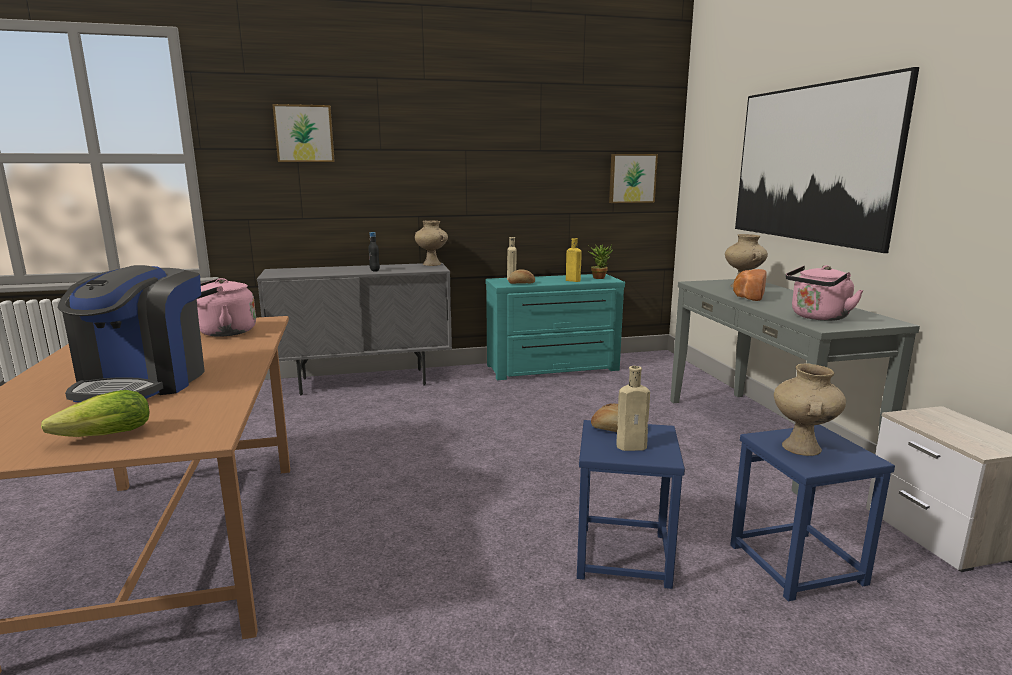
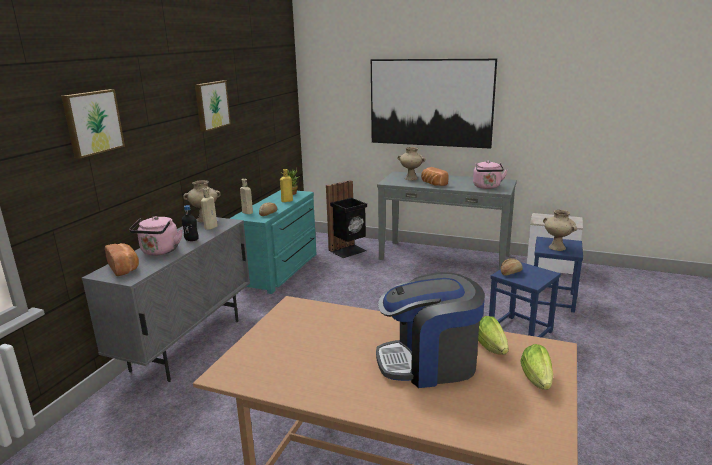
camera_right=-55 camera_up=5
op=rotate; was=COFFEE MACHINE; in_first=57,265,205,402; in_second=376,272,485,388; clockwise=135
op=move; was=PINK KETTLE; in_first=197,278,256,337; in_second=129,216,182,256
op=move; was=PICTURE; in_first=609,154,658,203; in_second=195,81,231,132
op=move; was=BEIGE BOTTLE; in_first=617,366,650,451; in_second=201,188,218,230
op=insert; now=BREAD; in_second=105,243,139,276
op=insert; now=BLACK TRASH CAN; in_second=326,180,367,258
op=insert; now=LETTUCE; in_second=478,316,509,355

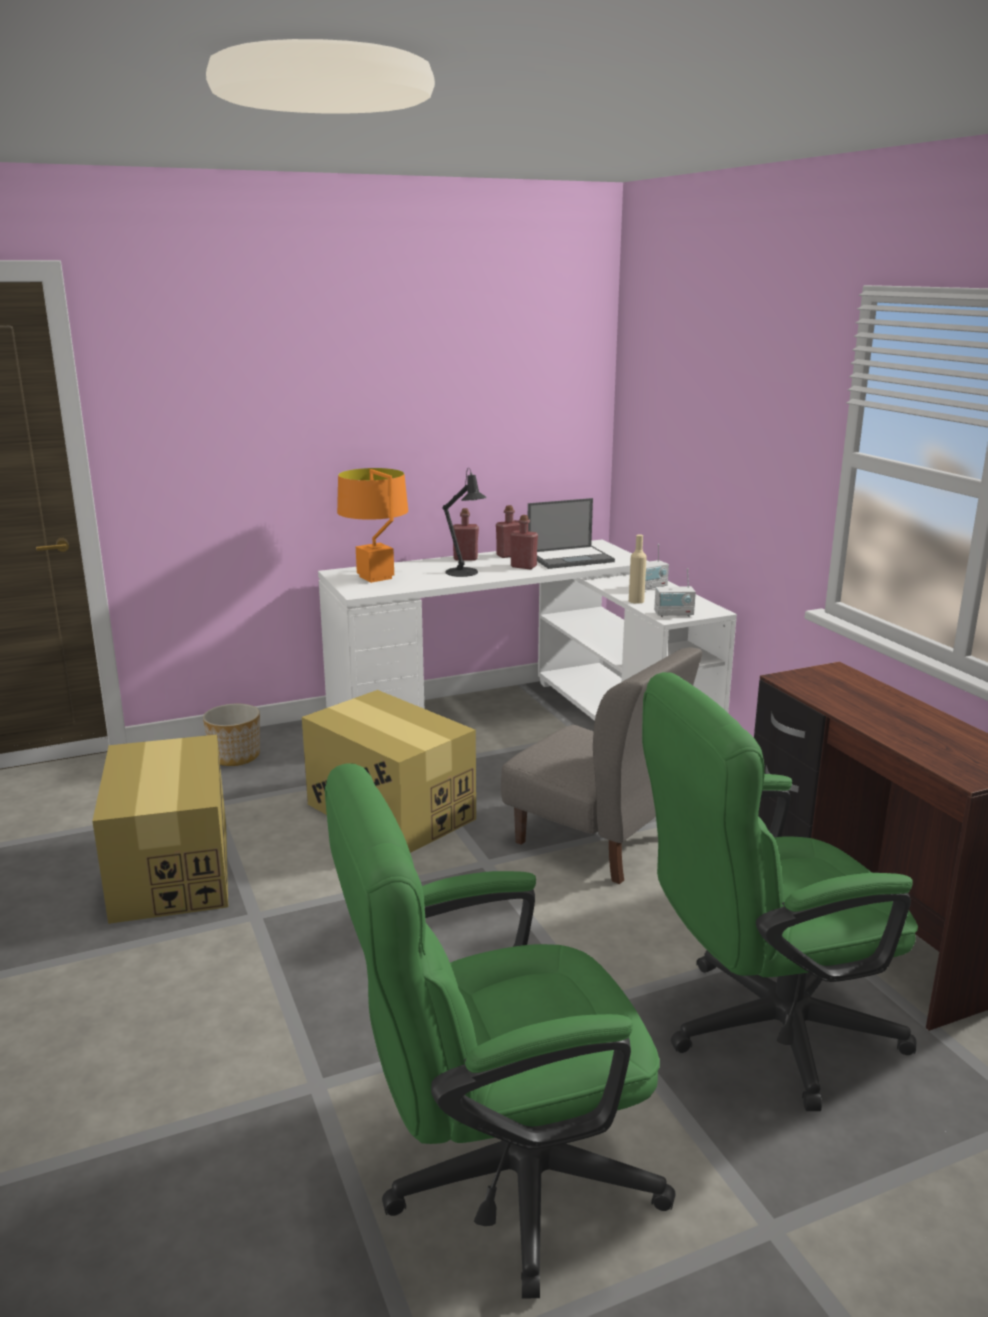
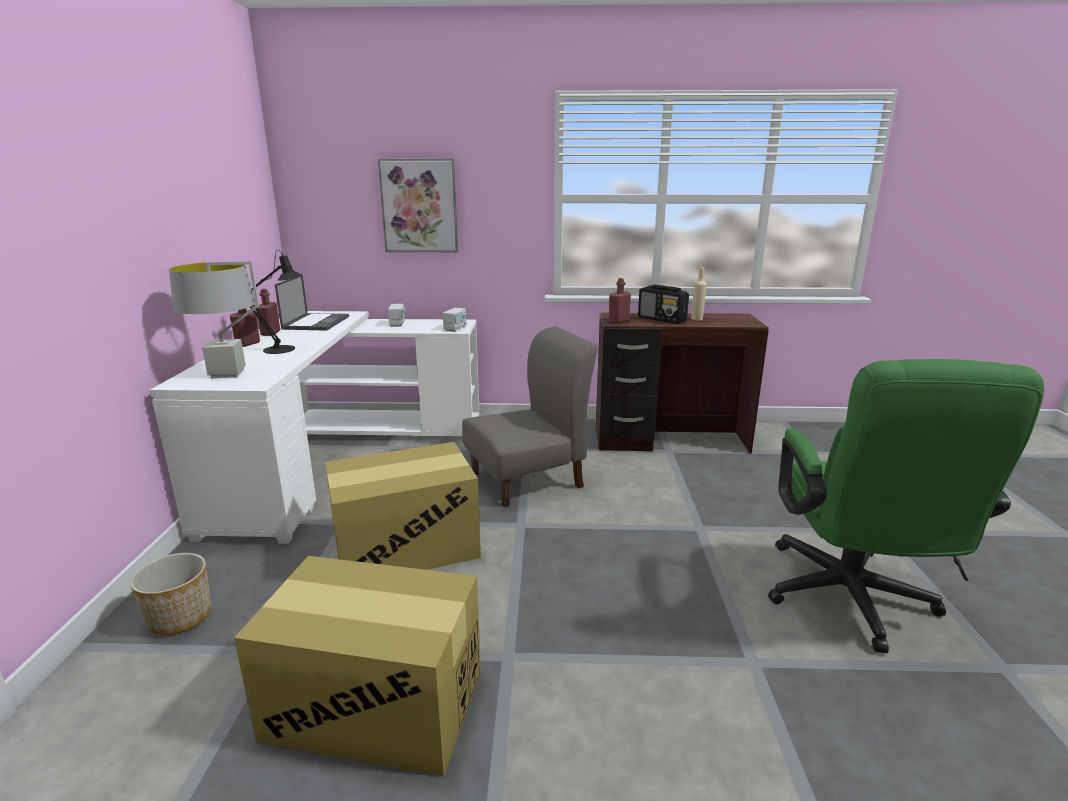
camera_right=-65 camera_up=0
op=recolor; was=ORANGE TABLE LAMP; now=GREY TABLE LAMP; in_first=337,468,408,583; in_second=169,261,259,379
op=move; was=RED BOTTLE; in_first=510,515,538,569; in_second=609,278,631,324
op=move; was=BEIGE BOTTLE; in_first=629,534,647,604; in_second=691,267,706,320
op=delete; was=GREEN OFFICE CHAIR; in_first=642,672,918,1111
op=insert; now=PICTURE; in_second=378,158,458,252
op=insert; now=RADIO; in_second=638,285,689,324

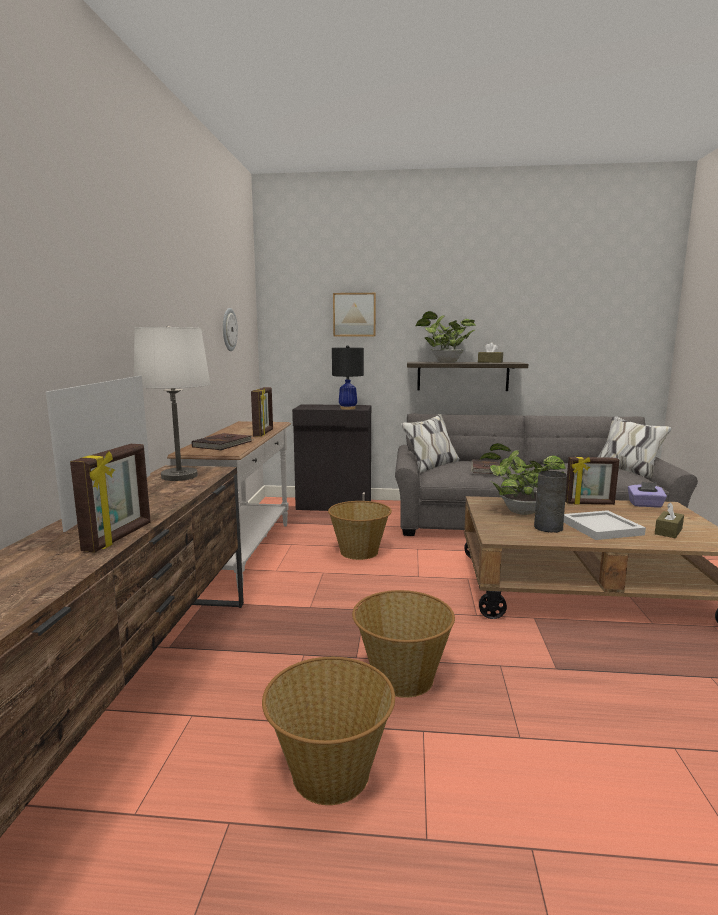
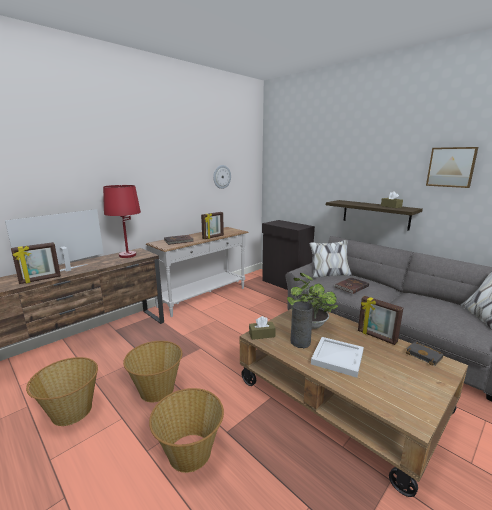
camera_right=40 camera_up=5
op=recolor; was=WHITE TABLE LAMP; now=RED TABLE LAMP; in_first=134,326,210,481; in_second=103,185,141,258
op=move; was=BASKET; in_first=328,501,392,560; in_second=149,388,224,473
op=delete; was=BLACK TABLE LAMP; in_first=332,345,364,410
op=move; was=PICTURE; in_first=333,293,376,337; in_second=426,147,478,188
op=delete; was=POTTED PLANT; in_first=415,311,476,363
op=replace; was=PURPLE TISSUE BOX; now=BLACK BOOK; in_first=628,482,667,508; in_second=406,342,443,366
op=move; was=BROWN TISSUE BOX; in_first=655,502,684,538; in_second=249,316,276,340

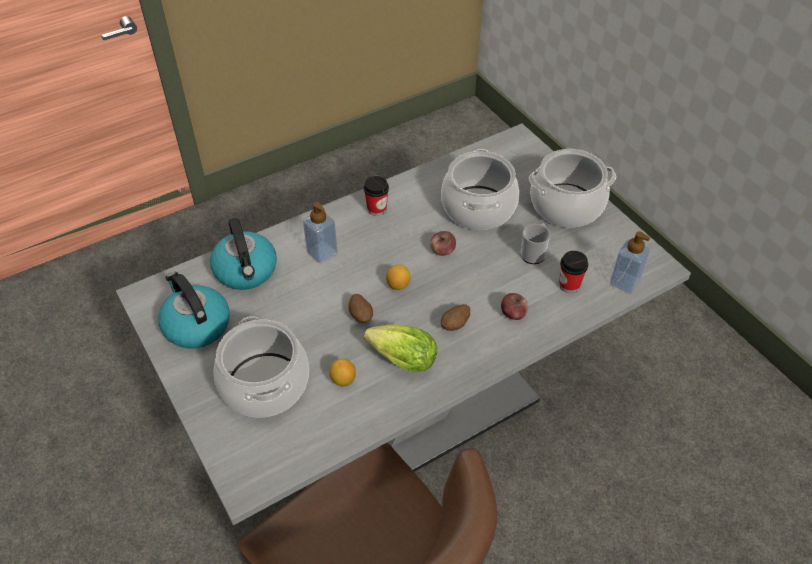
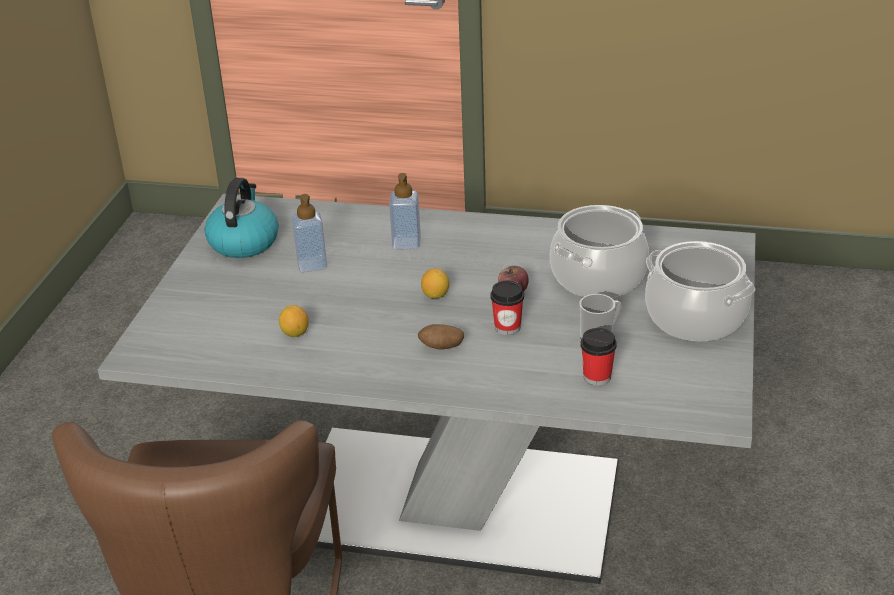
camera_right=45 camera_up=-15
op=delete; was=KETTLE; in_first=210,218,277,290
op=delete; was=COOKING POT; in_first=213,316,309,418
op=delete; was=POTATO; in_first=348,294,373,323
op=move; was=CUP; in_first=364,176,389,216; in_second=490,281,524,335
op=delete; was=LETTUCE; in_first=364,325,437,372
op=delete; was=APPLE; in_first=501,293,528,320
op=move; was=SOAP DISPENSER; in_first=610,232,650,294; in_second=292,194,327,272

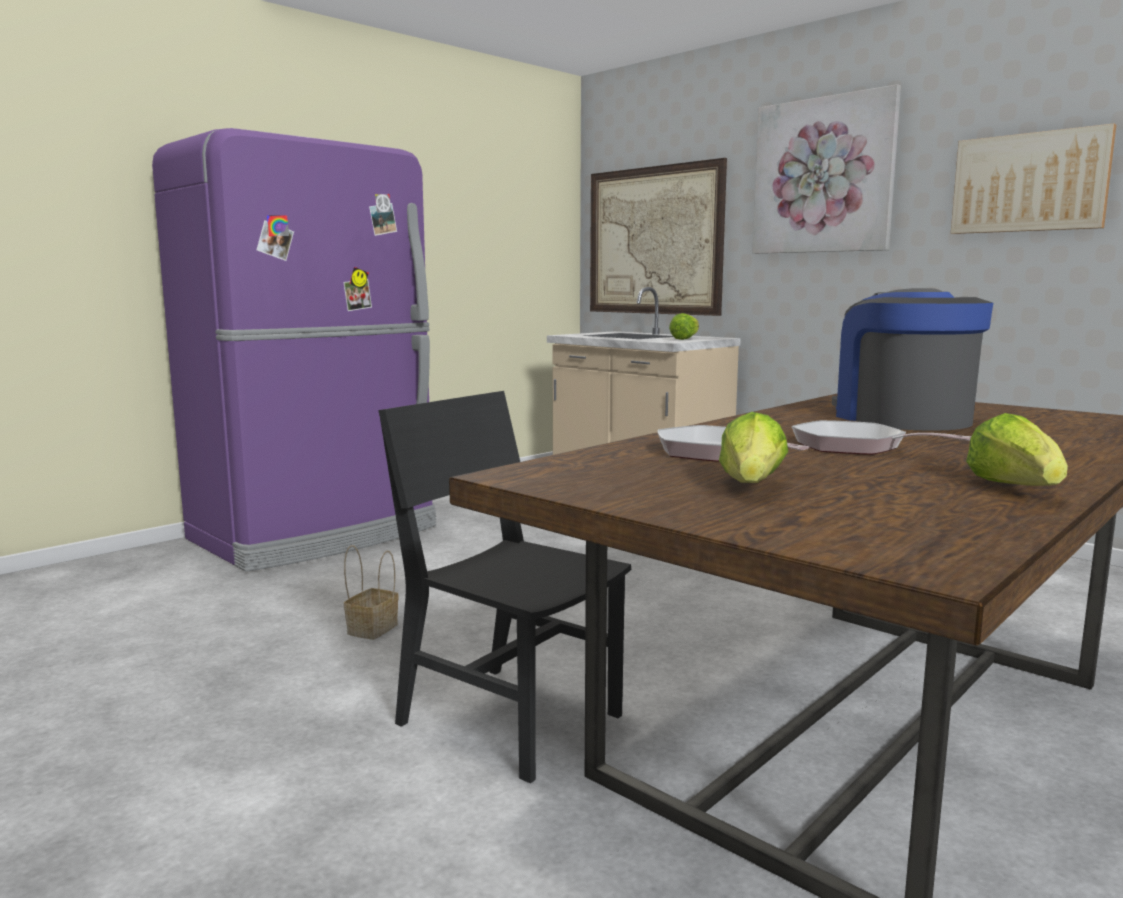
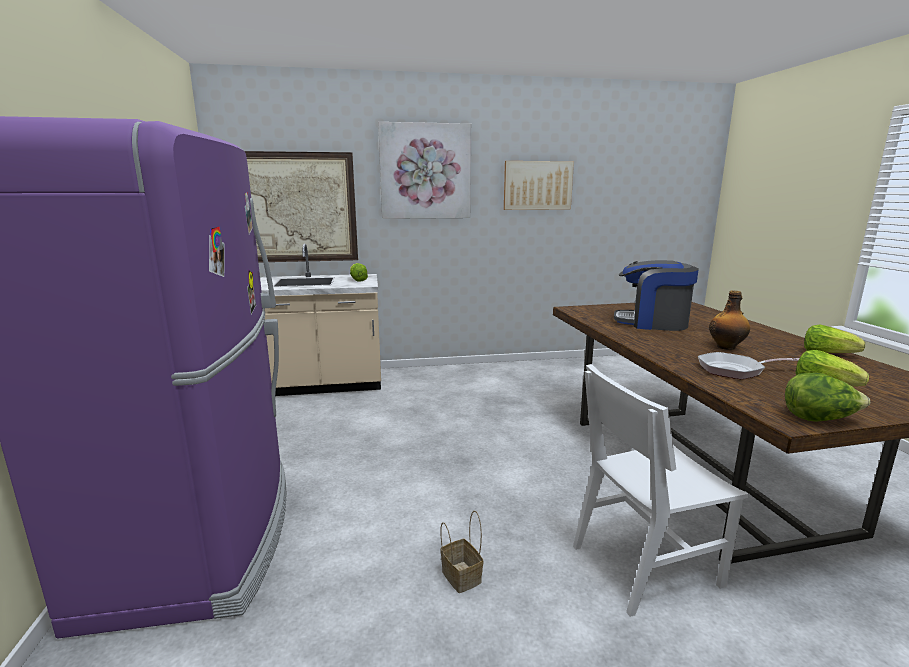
camera_right=-55 camera_up=5
op=recolor; was=BLACK CHAIR; now=WHITE CHAIR; in_first=378,391,631,784; in_second=573,364,749,617
op=replace; was=FRYING PAN; now=BOTTLE; in_first=792,420,971,455; in_second=709,290,750,350
op=insert; now=LETTUCE; in_second=785,373,870,422

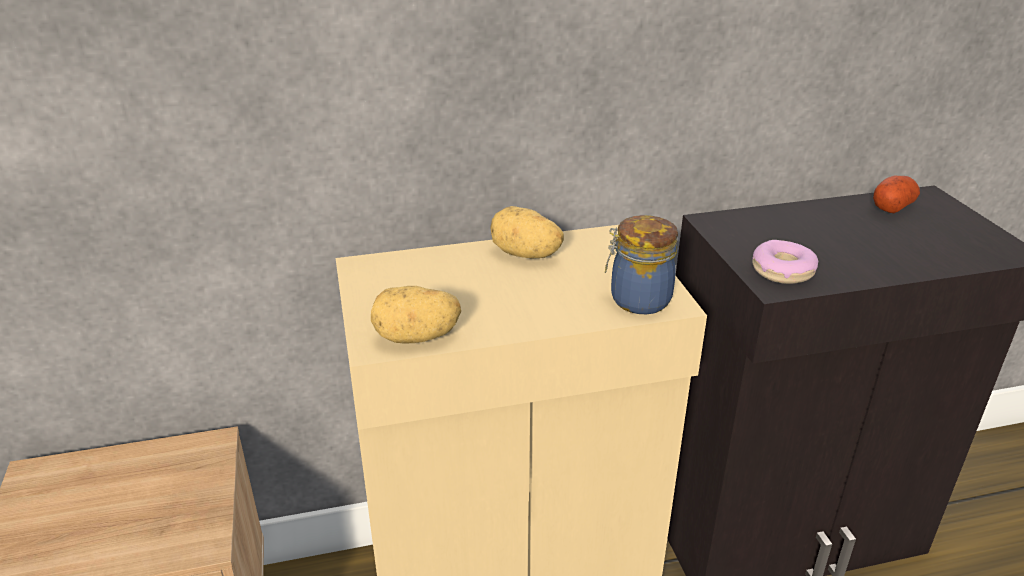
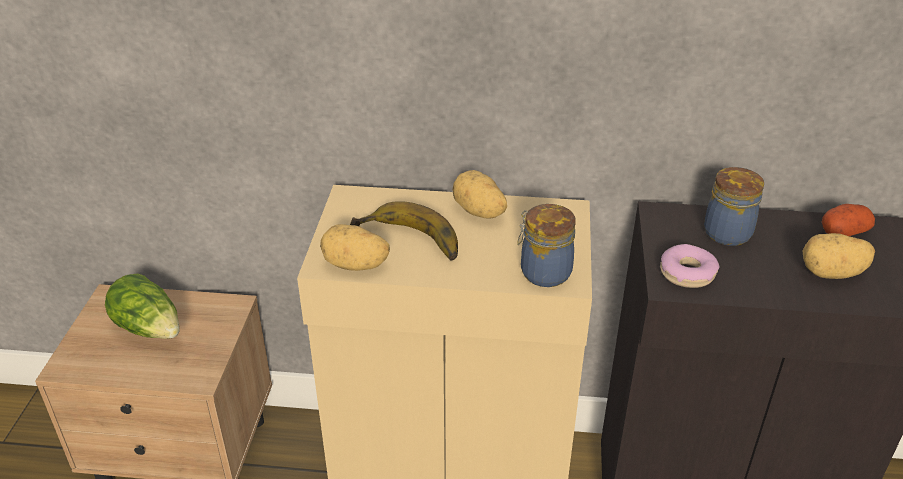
camera_right=20 camera_up=5
op=insert; now=LETTUCE; in_second=105,273,179,339
op=insert; now=BANANA; in_second=350,201,458,261
op=insert; now=JAR; in_second=704,167,764,246
op=insert; now=POTATO; in_second=802,233,875,279

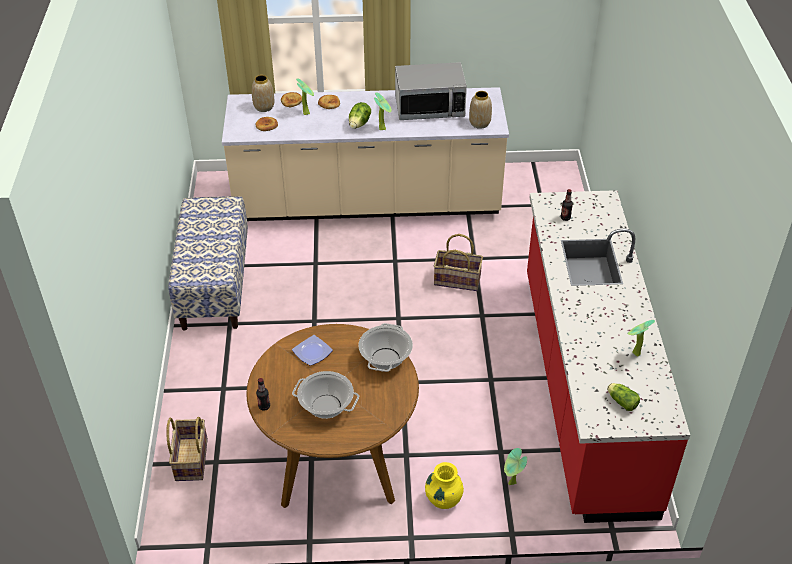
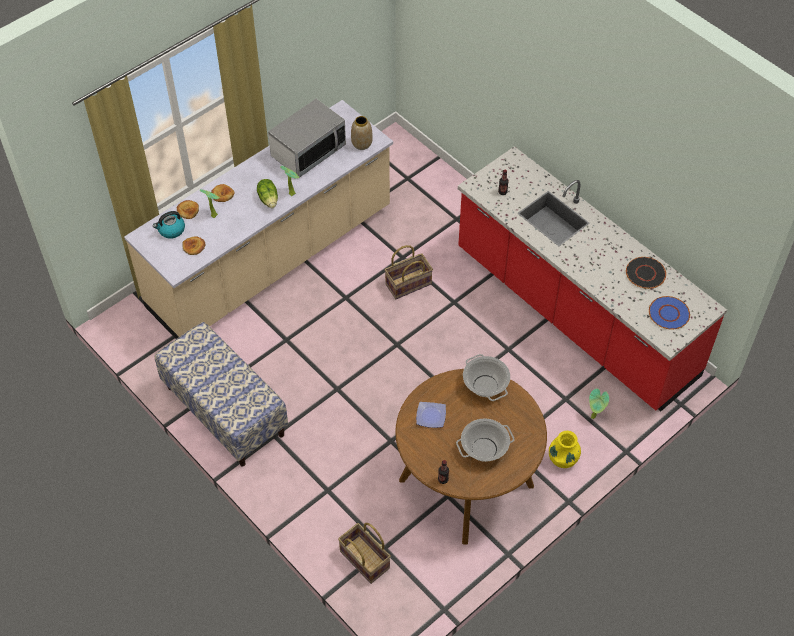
camera_right=-40 camera_up=10
op=replace; was=VASE; now=KETTLE; in_first=252,75,275,112; in_second=153,211,185,239
op=replace; was=LETTUCE; now=BLUE PLATE; in_first=607,383,640,411; in_second=649,296,690,329
op=replace; was=POTTED PLANT; now=BLACK PLATE; in_first=628,320,655,357; in_second=626,257,666,289

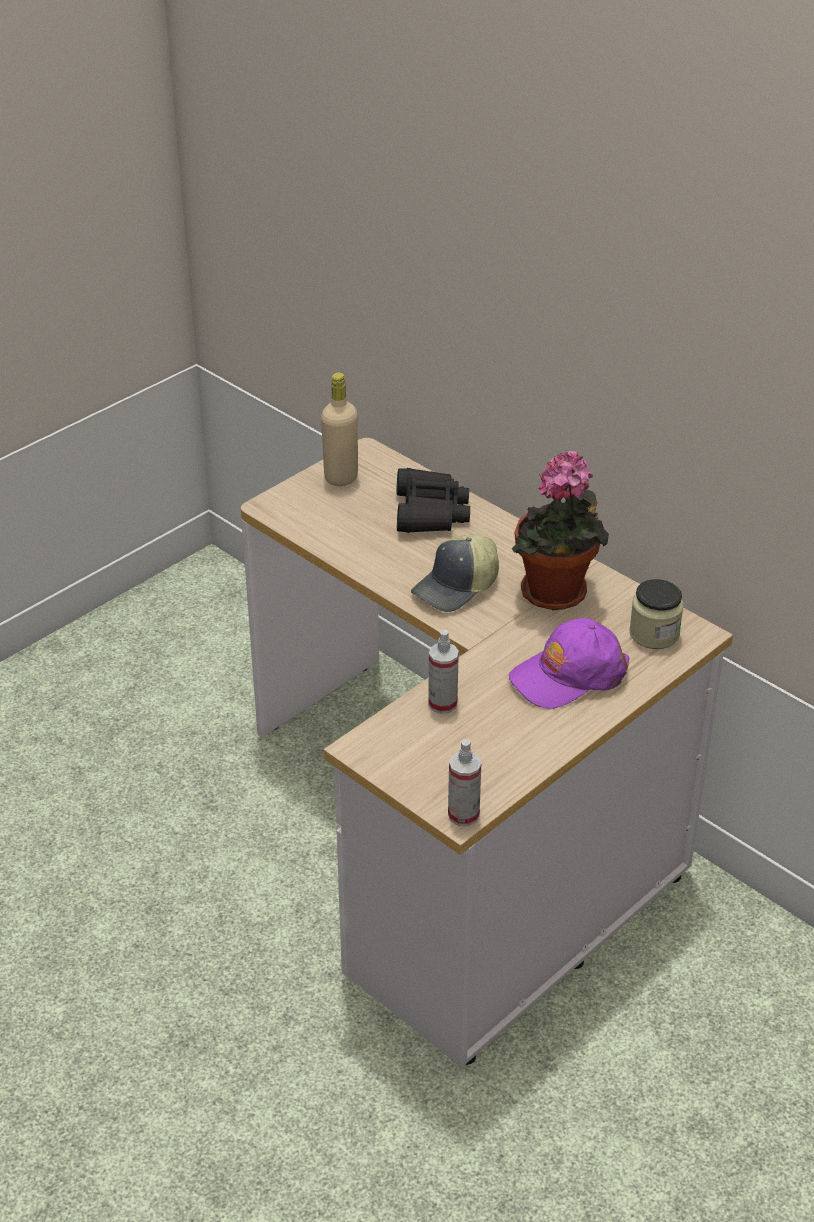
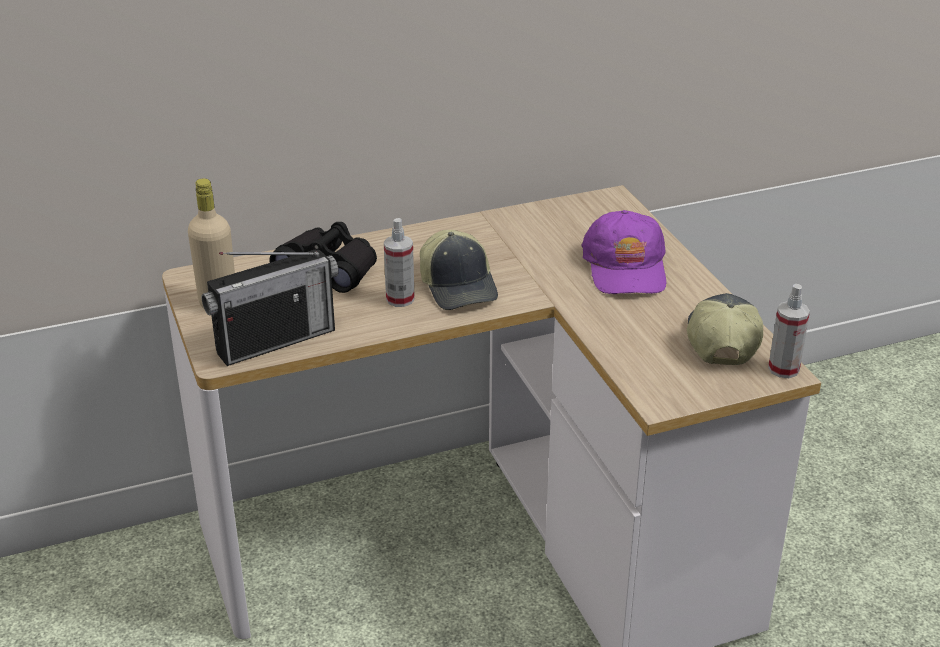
camera_right=-65 camera_up=-5
op=move; was=SPRAY BOTTLE; in_first=428,630,459,714; in_second=384,218,415,307
op=delete; was=POTTED PLANT; in_first=512,451,609,611
op=delete; was=JAR; in_first=629,579,684,649
op=insert; now=RADIO; in_second=201,250,339,366
op=insert; now=CAP; in_second=687,293,763,365

